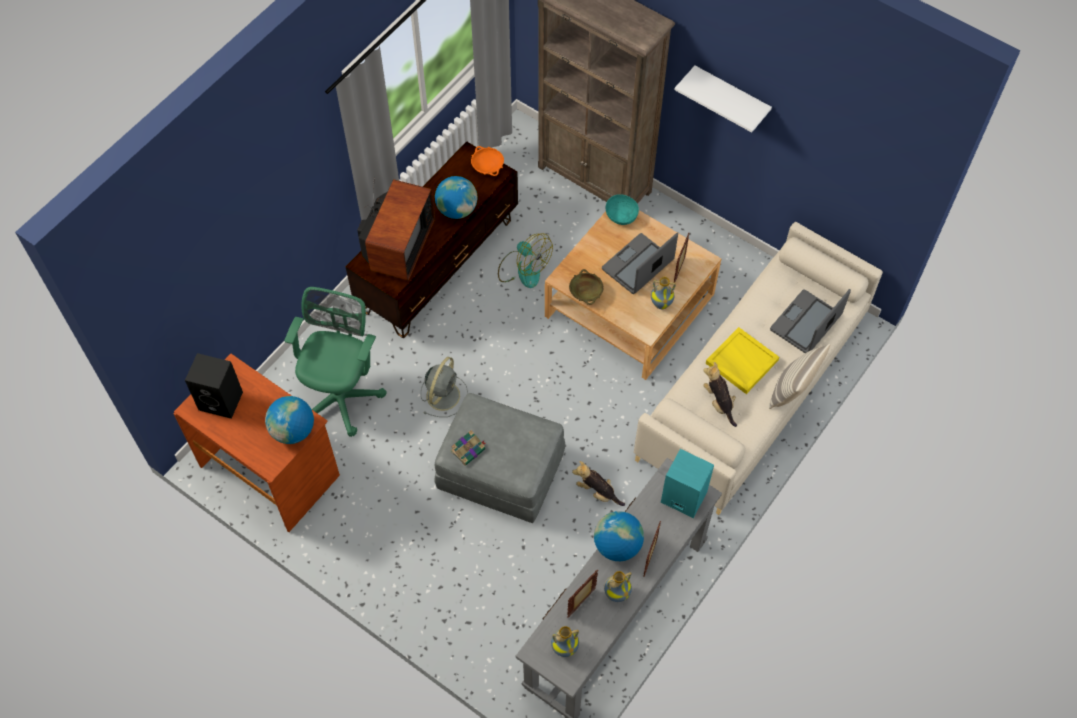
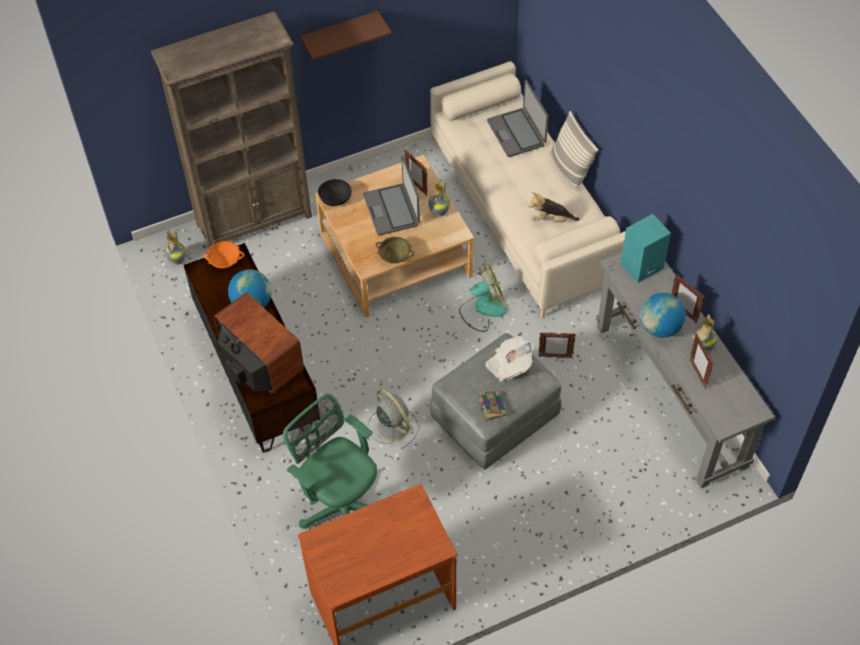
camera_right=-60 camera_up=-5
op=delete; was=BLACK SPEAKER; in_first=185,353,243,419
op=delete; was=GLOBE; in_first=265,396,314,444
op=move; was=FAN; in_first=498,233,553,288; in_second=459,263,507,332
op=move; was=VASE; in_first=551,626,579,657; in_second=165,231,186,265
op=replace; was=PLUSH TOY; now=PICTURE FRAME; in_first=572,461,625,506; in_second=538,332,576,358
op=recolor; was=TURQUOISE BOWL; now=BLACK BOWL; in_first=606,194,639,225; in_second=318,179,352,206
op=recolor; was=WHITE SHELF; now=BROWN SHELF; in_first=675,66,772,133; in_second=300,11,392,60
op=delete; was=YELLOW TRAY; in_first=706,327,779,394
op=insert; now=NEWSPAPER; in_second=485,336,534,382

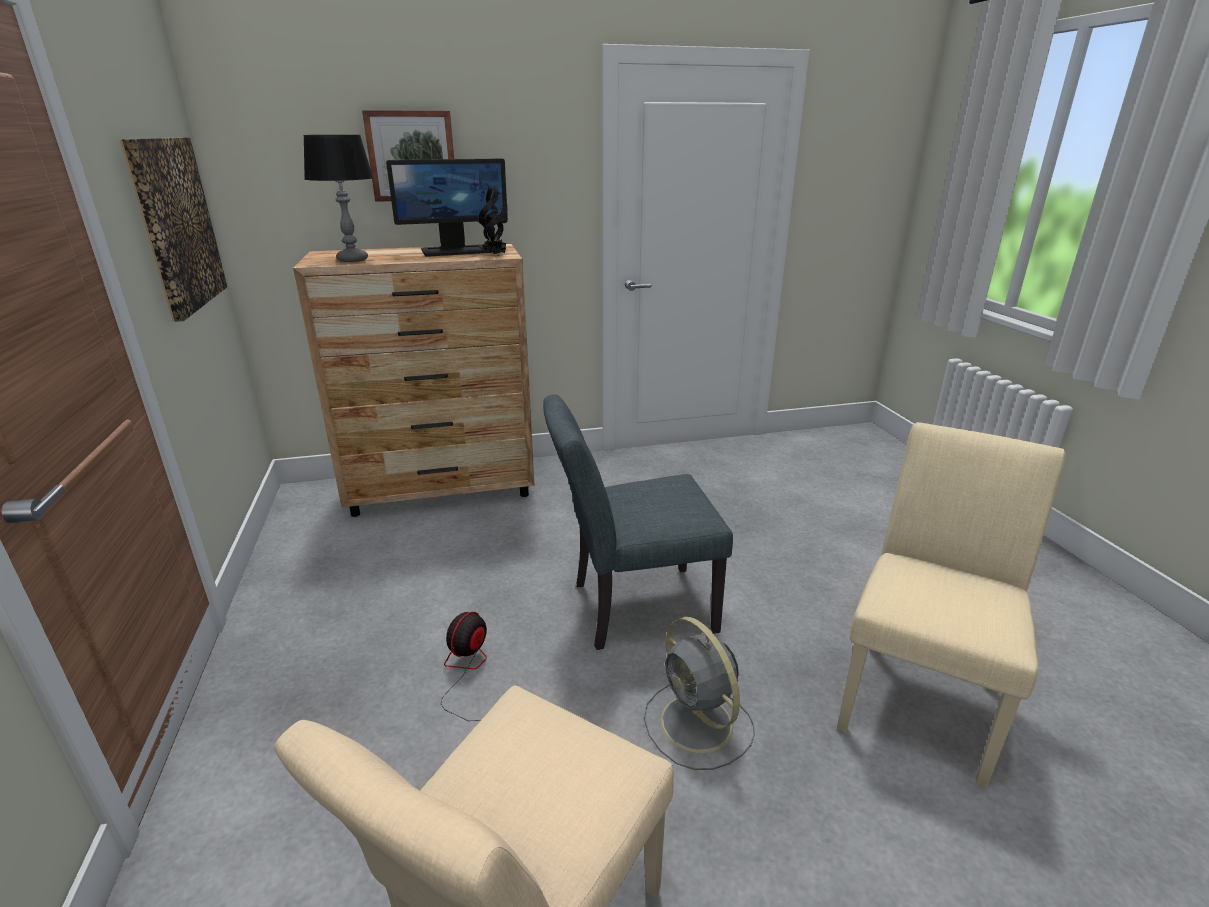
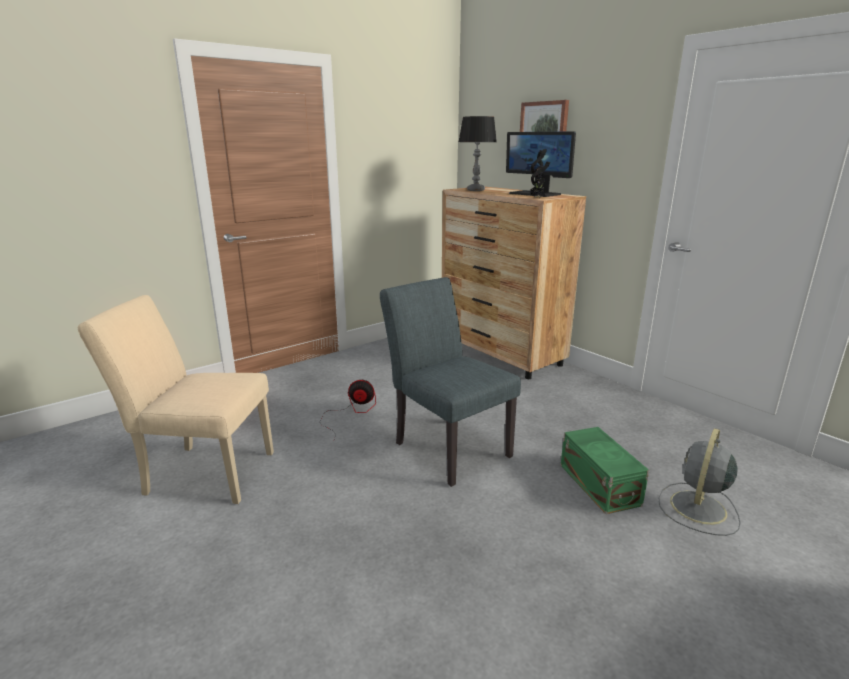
camera_right=65 camera_up=-5
op=delete; was=PICTURE; in_first=120,137,227,322
op=move; was=GREY FAN; in_first=644,617,755,770; in_second=658,428,740,536
op=delete; was=BEIGE CHAIR; in_first=837,422,1066,787
op=insert; now=GREEN STORAGE BOX; in_second=561,427,649,514

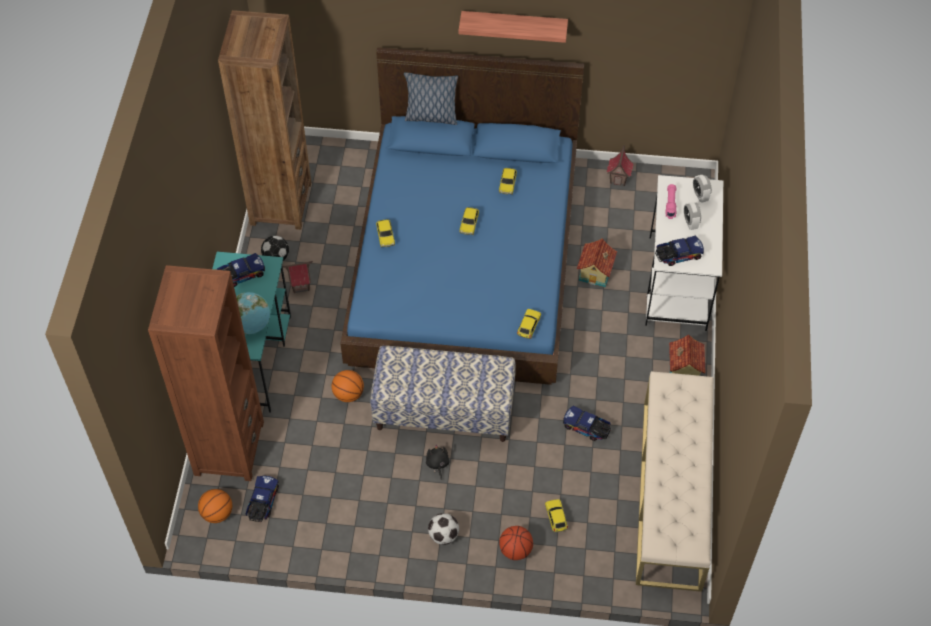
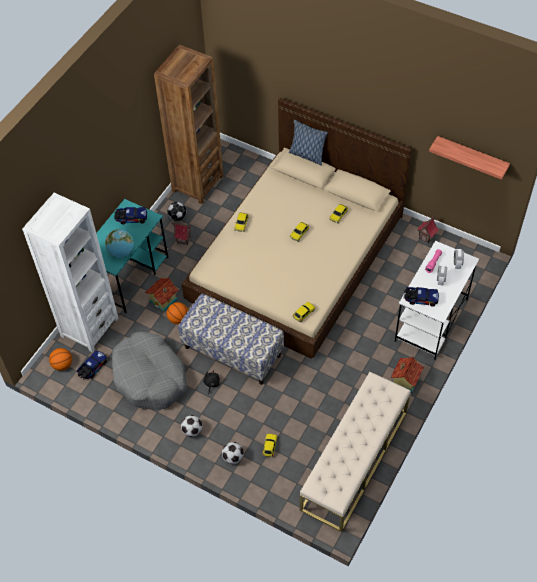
camera_right=25 camera_up=0
op=recolor; was=BROWN BOOKCASE; now=WHITE BOOKCASE; in_first=148,265,264,481; in_second=22,193,118,352
op=recolor; was=BLUE BED; now=BEIGE BED; in_first=340,47,584,385; in_second=182,98,412,358
op=move; was=SHELF; in_first=458,11,568,43; in_second=429,136,510,180
op=replace; was=BASKETBALL; now=FOOTBALL; in_first=499,526,533,560; in_second=222,442,244,464
op=delete; was=TOY TRUCK; in_first=563,406,611,441
op=move; was=TOY HOUSE; in_first=577,238,617,287; in_second=145,277,178,312
op=insert; now=GREY DOG BED; in_second=112,332,187,410

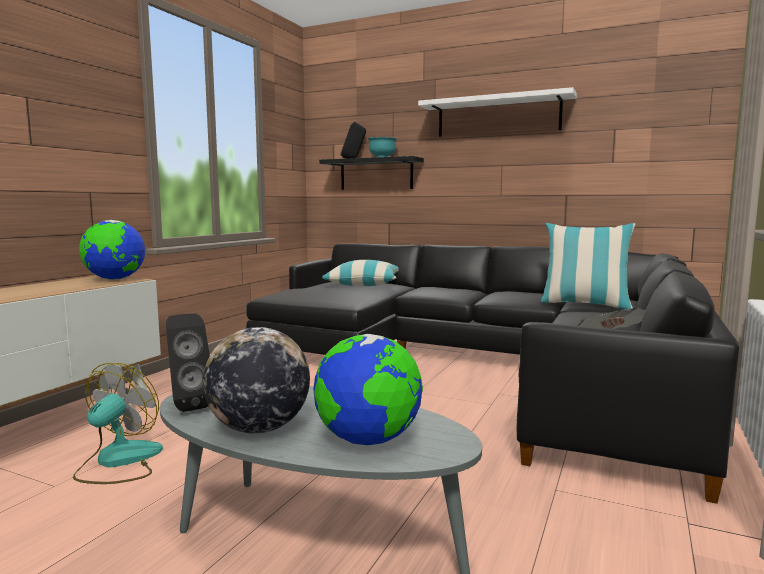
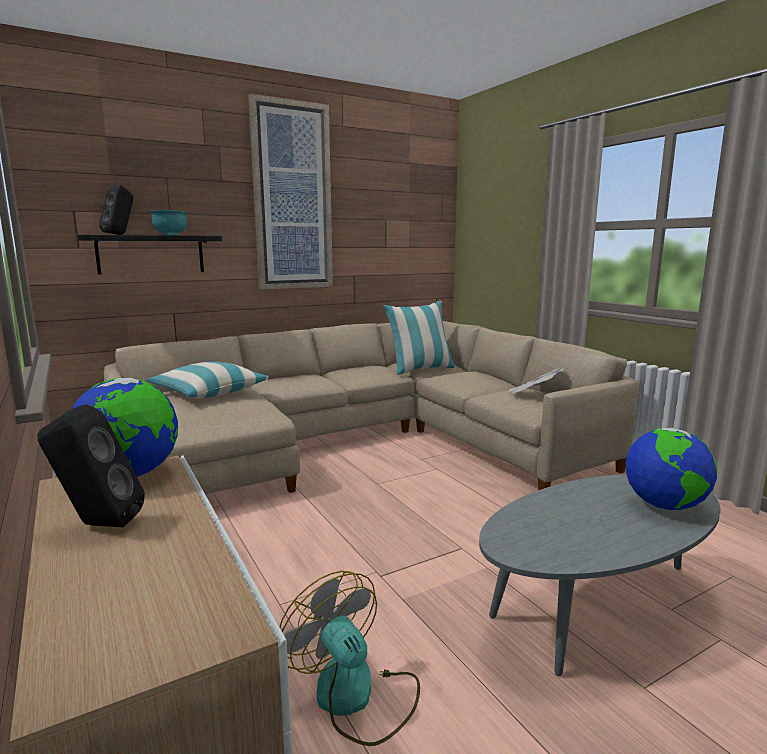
camera_right=-55 camera_up=5
op=move; was=BLACK SPEAKER; in_first=166,314,210,412; in_second=37,404,145,527
op=delete; was=GLOBE; in_first=203,327,310,434
op=recolor; was=BLACK SOFA; now=BEIGE SOFA; in_first=246,244,739,504; in_second=104,321,640,494
op=replace; was=WHITE SHELF; now=PICTURE; in_first=418,87,577,137; in_second=248,94,333,290

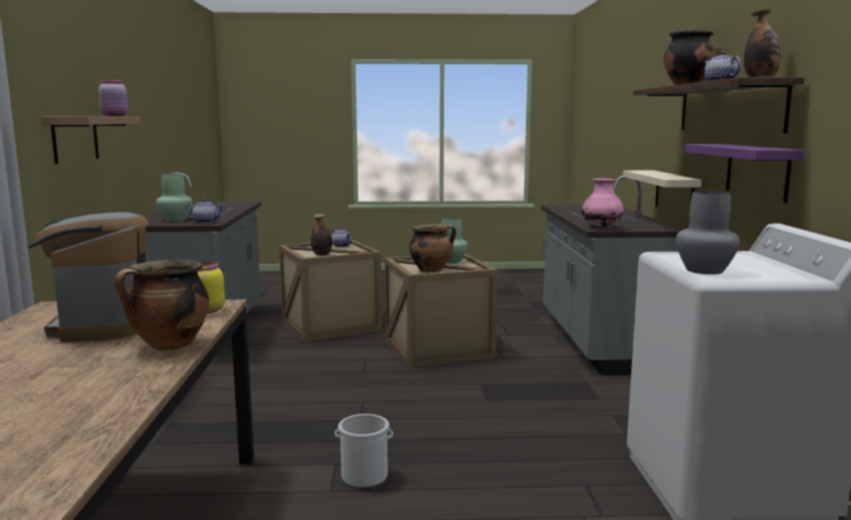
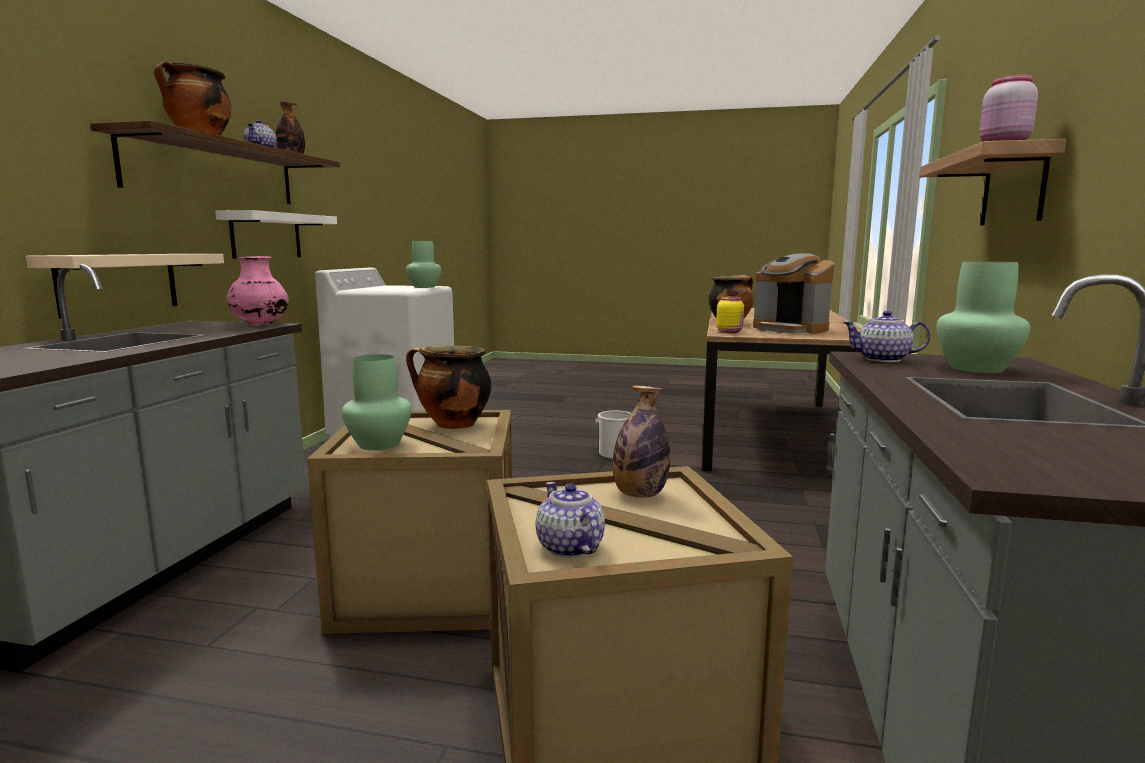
camera_right=-165 camera_up=0
op=rotate; was=COFFEE MACHINE; in_first=27,212,149,342; in_second=753,253,834,334; clockwise=135
op=recolor; was=GREY VASE; now=GREEN VASE; in_first=676,191,740,275; in_second=406,241,441,288
op=recolor; was=PURPLE SHELF; now=WHITE SHELF; in_first=684,144,804,203; in_second=215,210,337,259

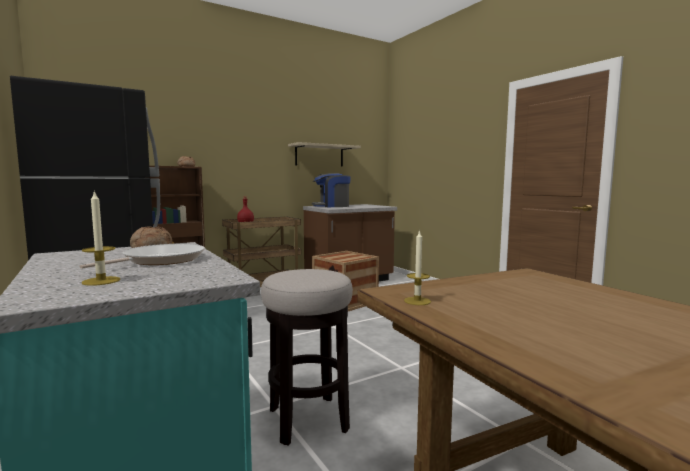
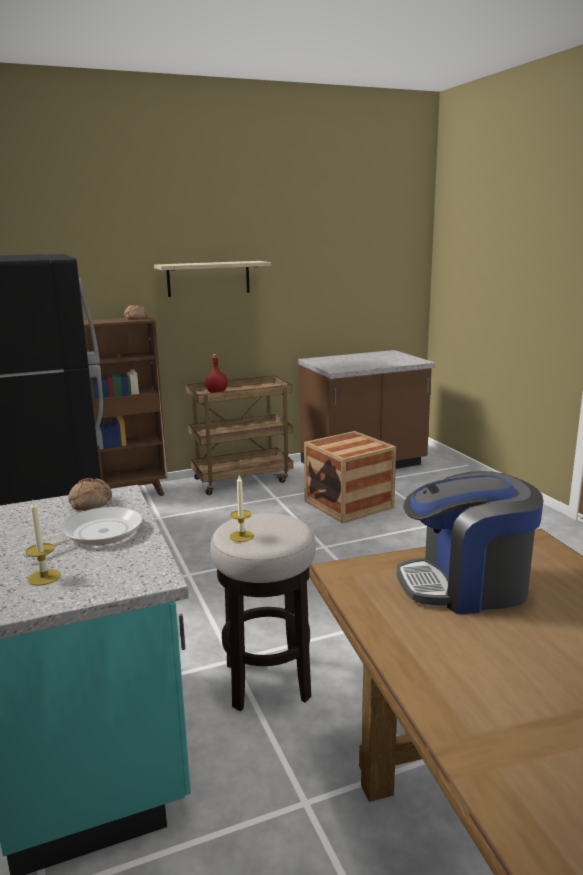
camera_right=10 camera_up=10
op=move; was=SHELF; in_first=288,142,361,167; in_second=154,261,271,297
op=move; was=COFFEE MACHINE; in_first=312,173,350,207; in_second=397,471,543,614
op=move; was=CANDLE; in_first=404,230,431,305; in_second=230,476,254,542

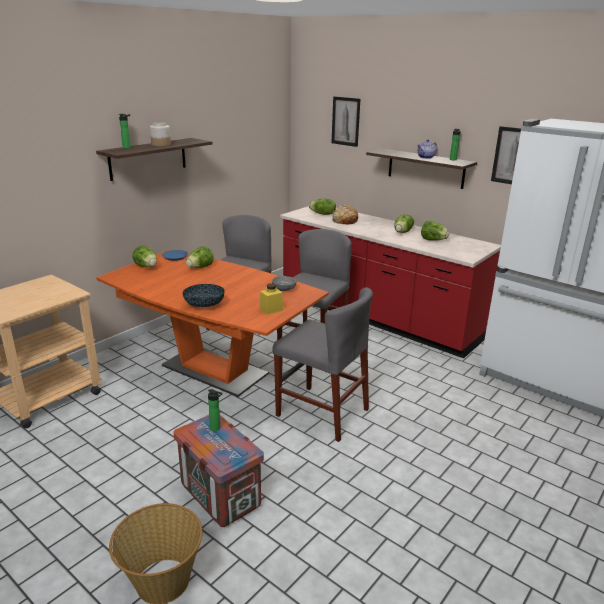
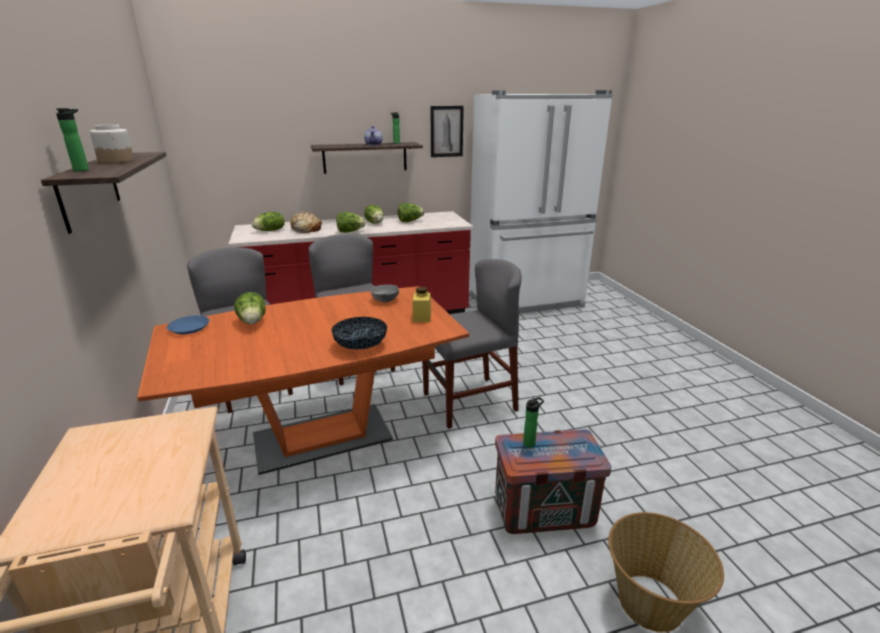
camera_right=-55 camera_up=0
op=move; was=LETTUCE; in_first=132,245,157,267; in_second=337,212,366,233
op=delete; was=PICTURE; in_first=331,97,360,147

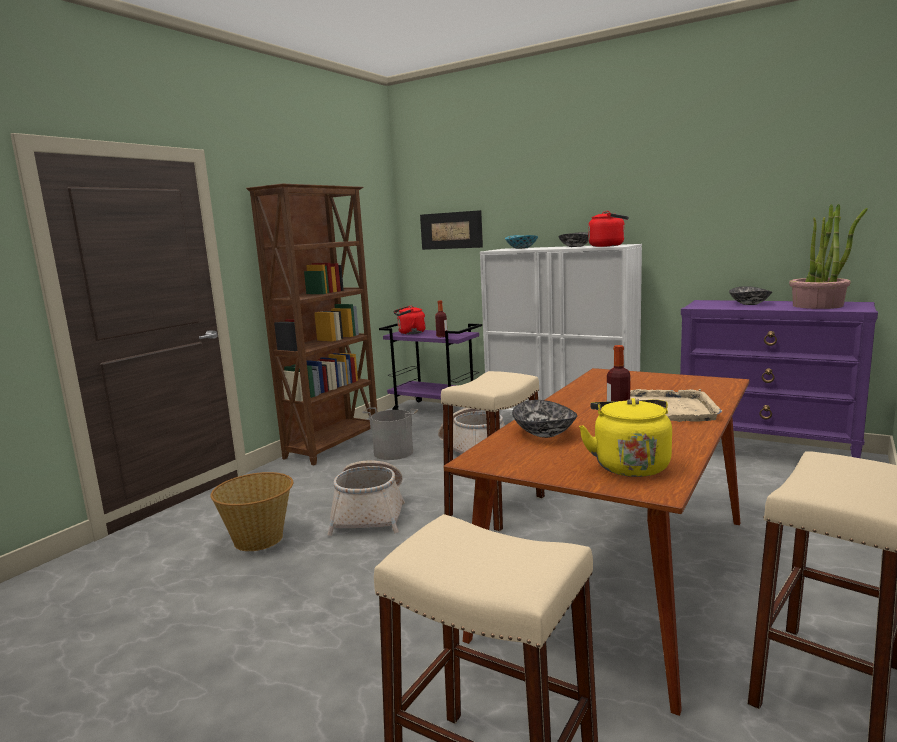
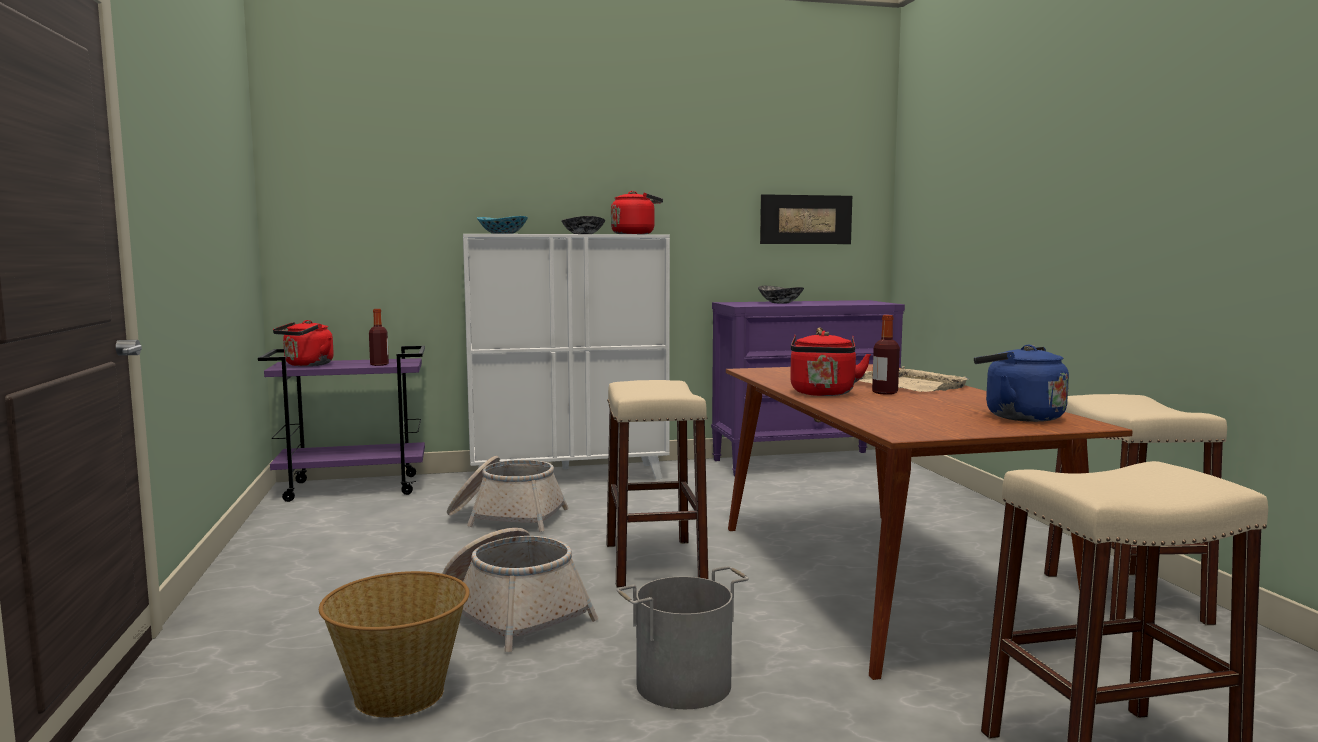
camera_right=-45 camera_up=-5
op=delete; was=BROWN BOOKCASE; in_first=246,184,377,465
op=move; was=GREY BUCKET; in_first=362,408,418,460; in_second=617,566,749,709
op=move; was=PICTURE; in_first=420,210,483,250; in_second=760,194,852,244
op=delete; was=BOWL; in_first=512,400,577,438
op=recolor; was=YELLOW KETTLE; now=BLUE KETTLE; in_first=579,398,672,477; in_second=974,345,1069,422
op=delete; was=POTTED PLANT; in_first=789,204,868,309
op=insert; now=RED KETTLE; in_second=790,331,871,396

